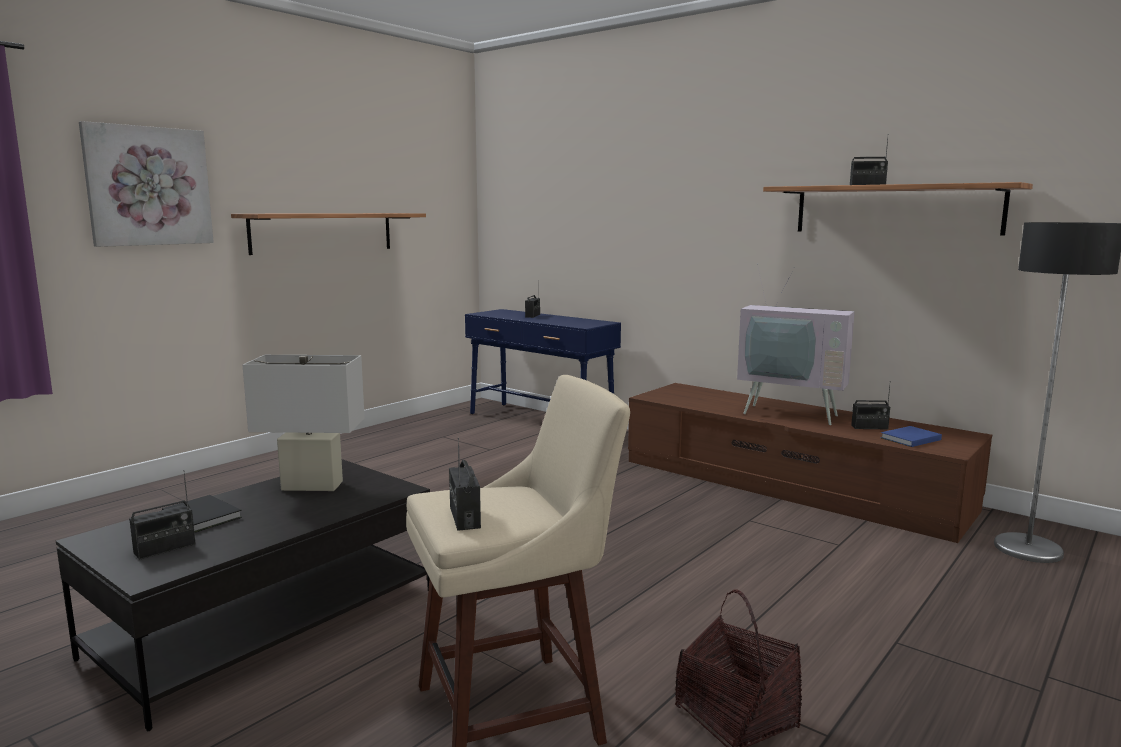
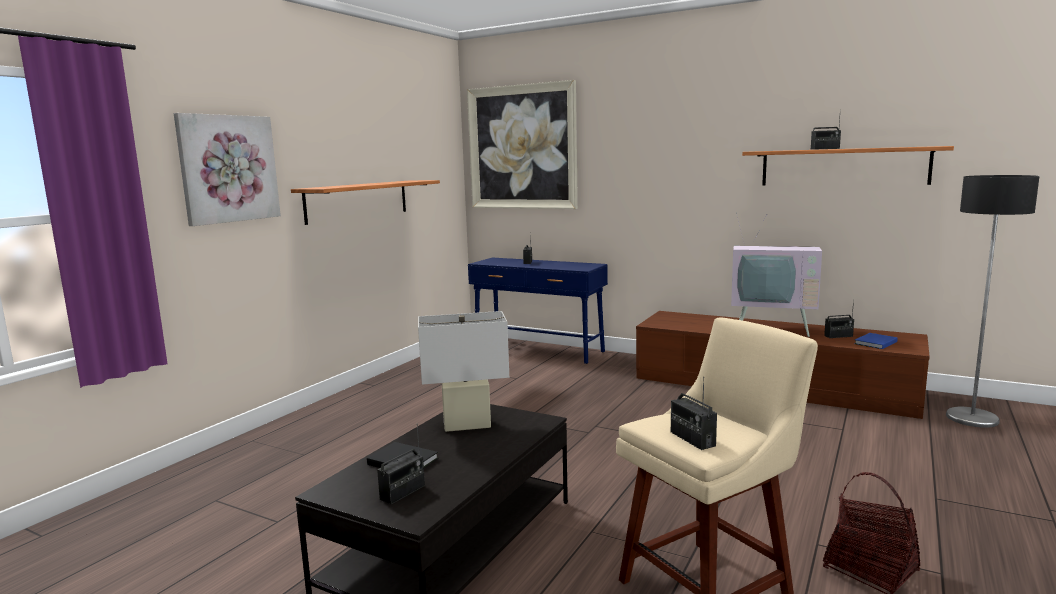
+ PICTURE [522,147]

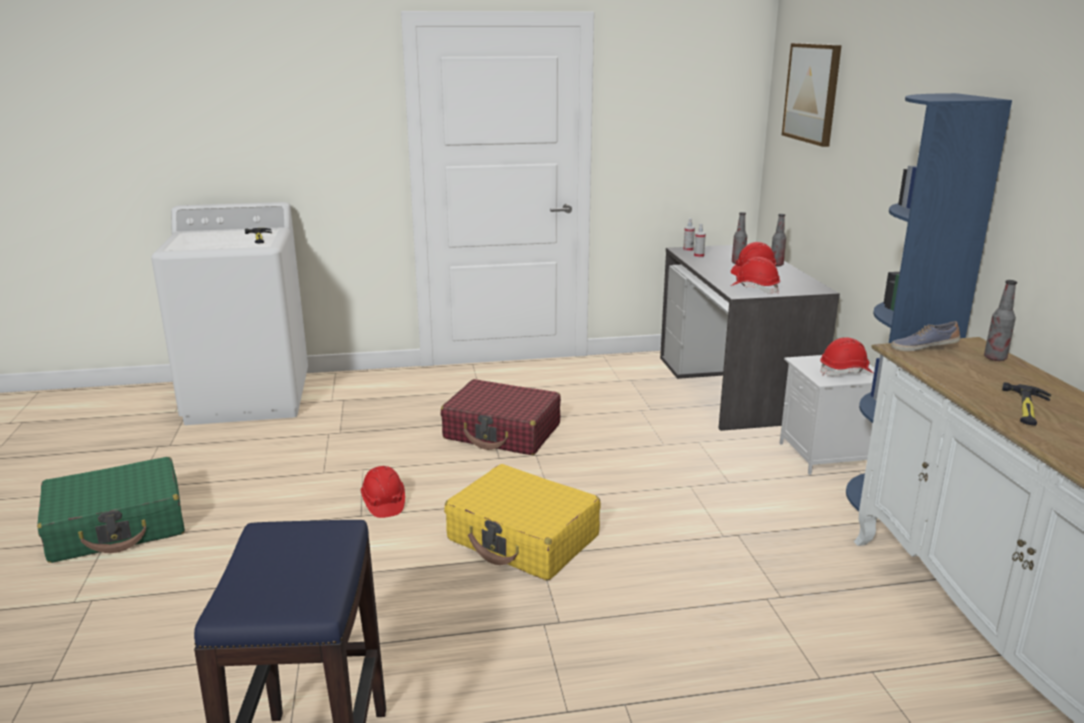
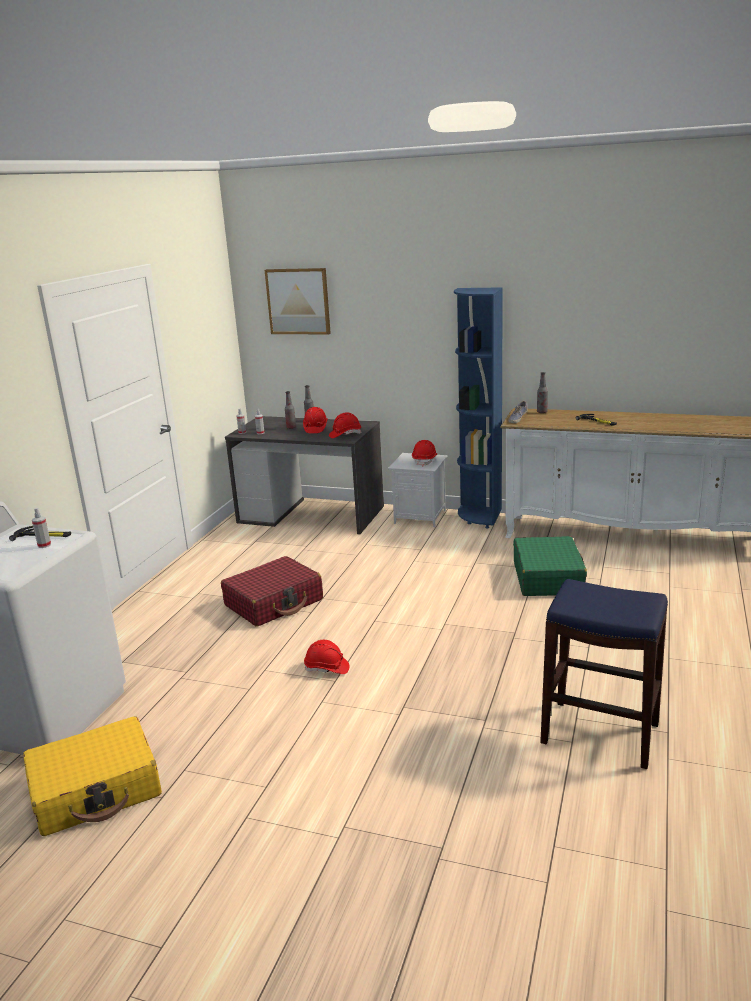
+ SPRAY BOTTLE [44,545]
~ GREEN SUITCASE [118,526] to [548,578]
~ YELLOW SUITCASE [523,538] to [96,790]

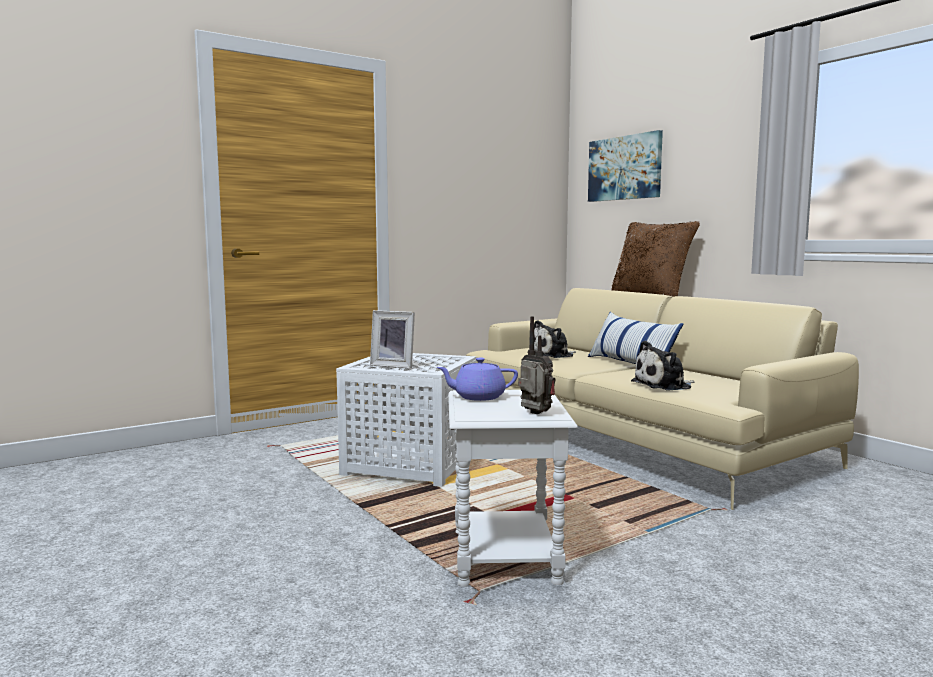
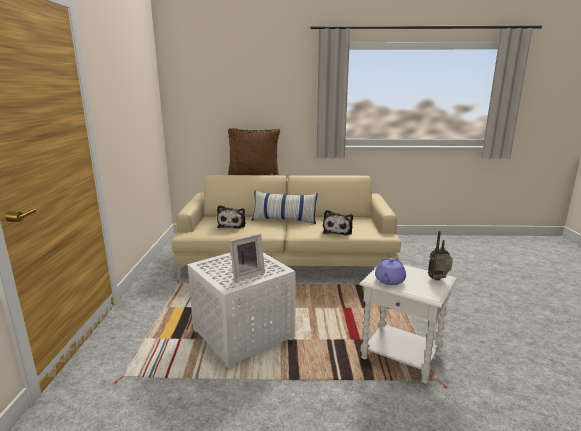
- PICTURE [624,168]

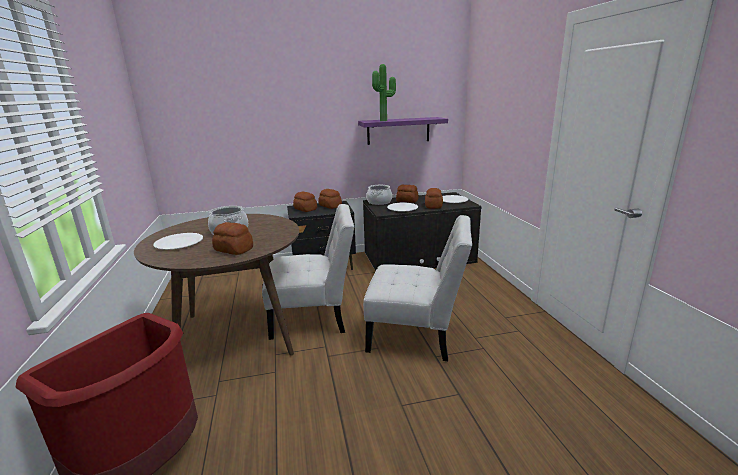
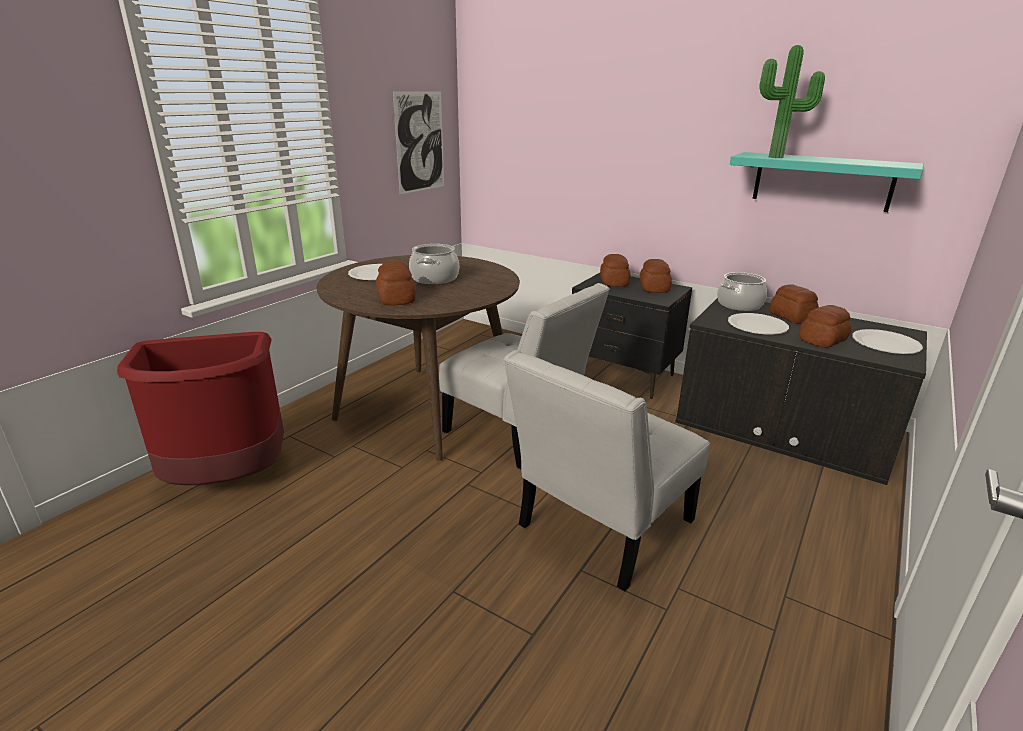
+ PICTURE [420,142]
~ PURPLE-COLOURED WALL SHELF [398,131] to BLUE-GREEN WALL SHELF [822,181]
~ WHITE UPRIGHT CHAIR [417,335] = [600,528] 75 degrees clockwise

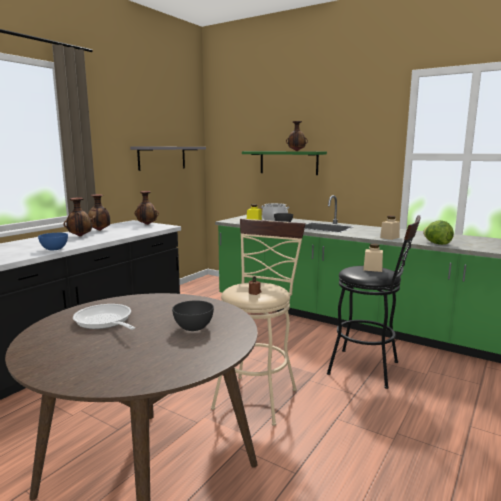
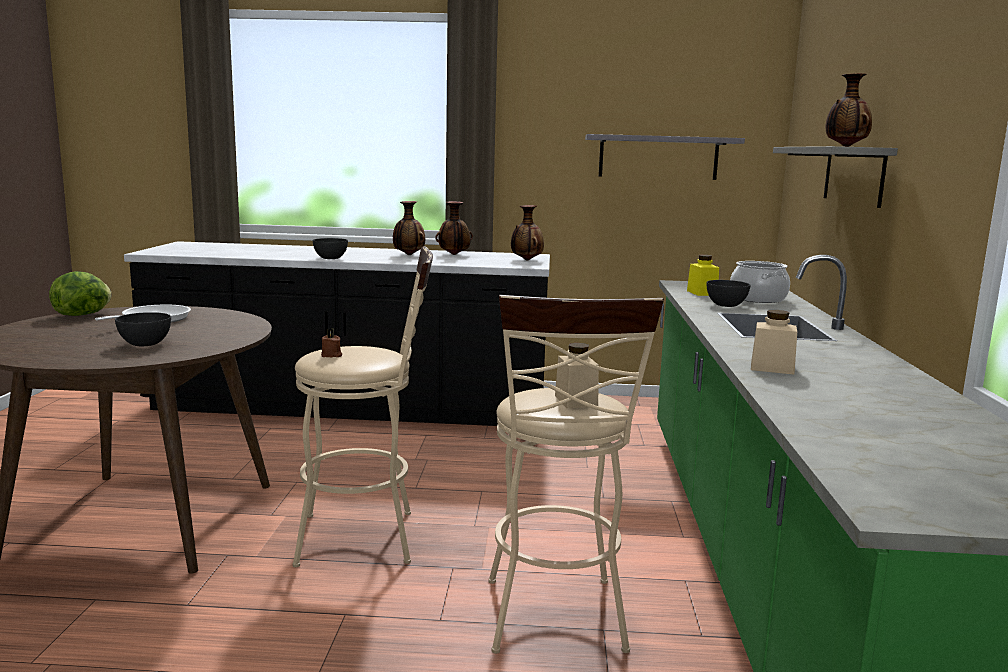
~ HEAD OF LETTUCE [437,244] to [83,315]
~ BLUE DEEP DISH [54,249] to GREYISH DEEP DISH [330,258]
~ GREEN WALL SHELF [288,162] to GREYISH WALL SHELF [853,175]
~ BLACKISH STOOL [370,369] to SAND-COLOURED STOOL [556,622]

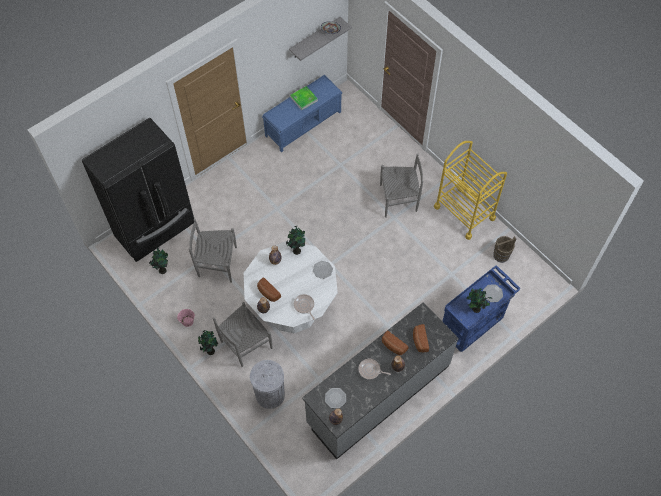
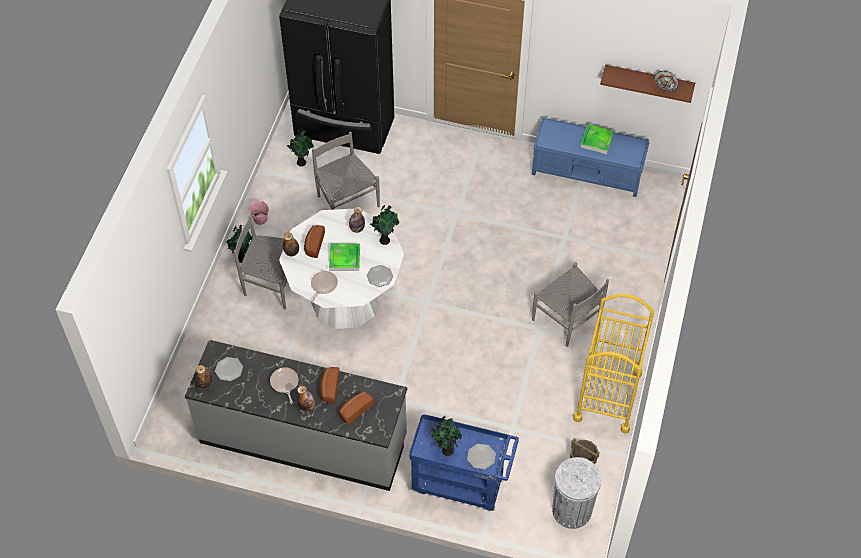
+ SERVING TRAY [344,258]
~ GREYISH TRASH CAN [270,395] to [572,510]
~ GREYISH WALL SHELF [314,38] to BROWNISH WALL SHELF [648,81]

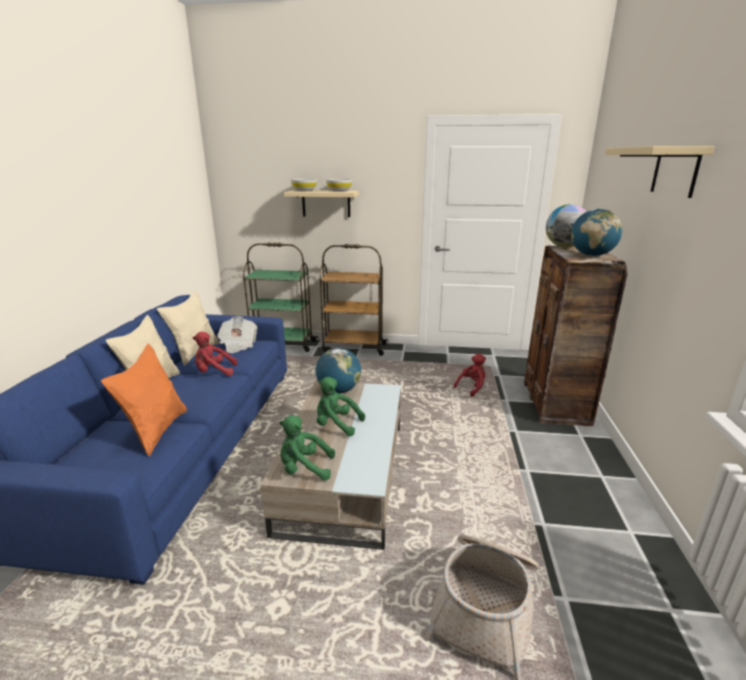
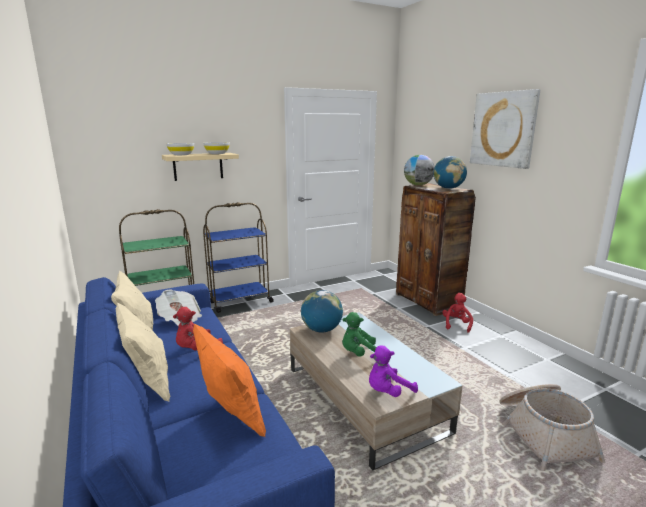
~ REDDISH CUDDLY TOY [472,387] to [456,325]
~ SAND-COLOURED WALL SHELF [675,171] to PICTURE [503,129]
~ GREEN CUDDLY TOY [304,468] to PURPLE-COLOURED CUDDLY TOY [388,392]
~ BROWNISH WHEELED CART [353,348] to BLUE WHEELED CART [240,302]

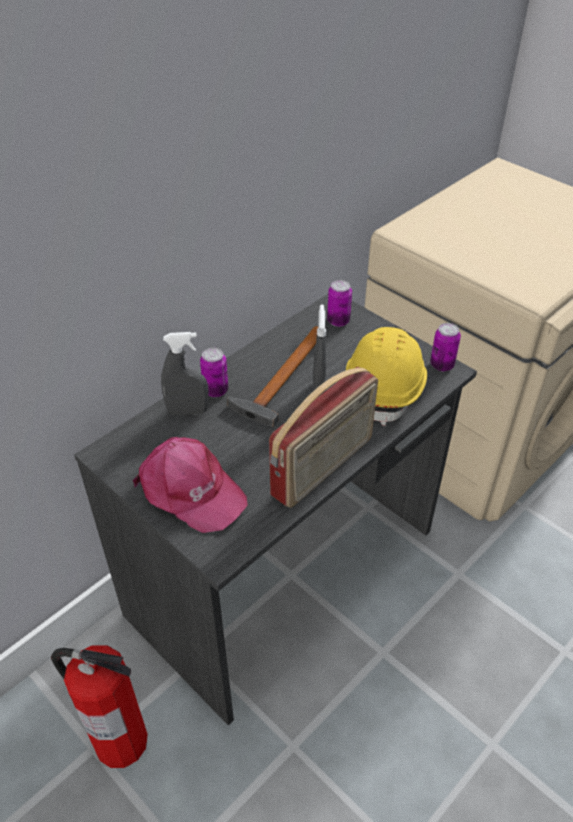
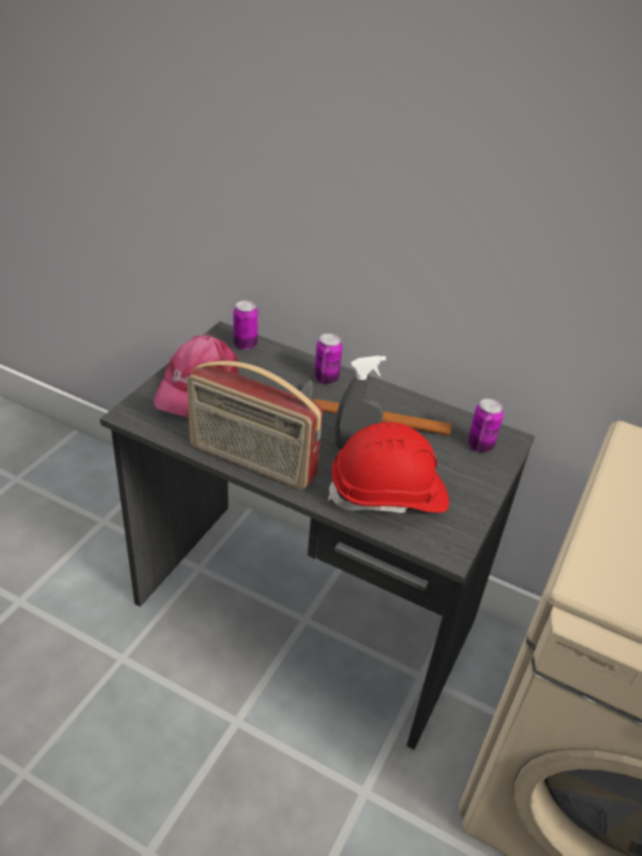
- EXTINGUISHER [120,741]
- GREYISH SPRAY BOTTLE [188,411]
~ METAL CAN [442,365] to [245,344]
~ YELLOW WORK HELMET [385,387] to REDDISH WORK HELMET [388,495]

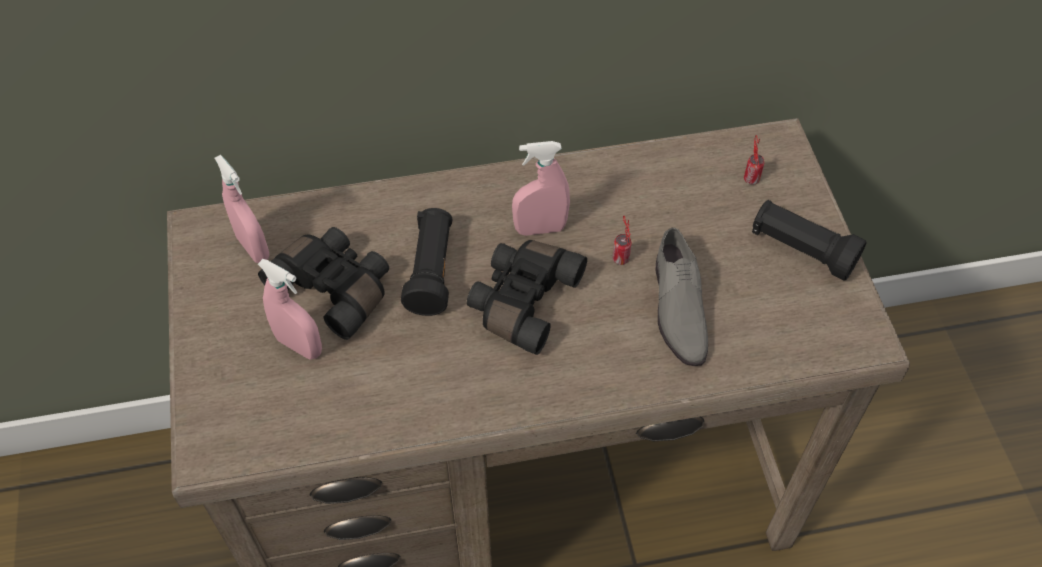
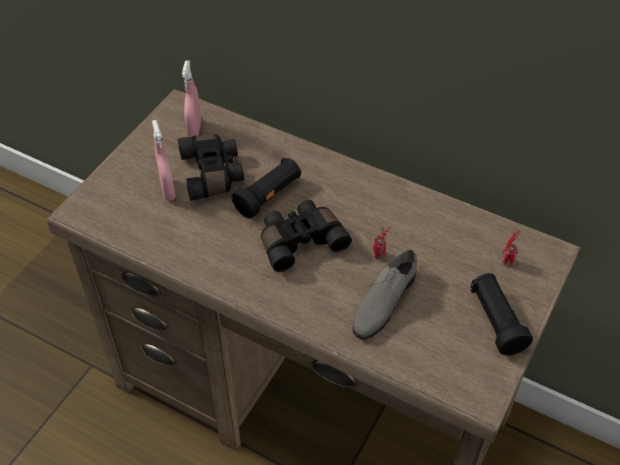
- PINKISH SPRAY BOTTLE [540,229]

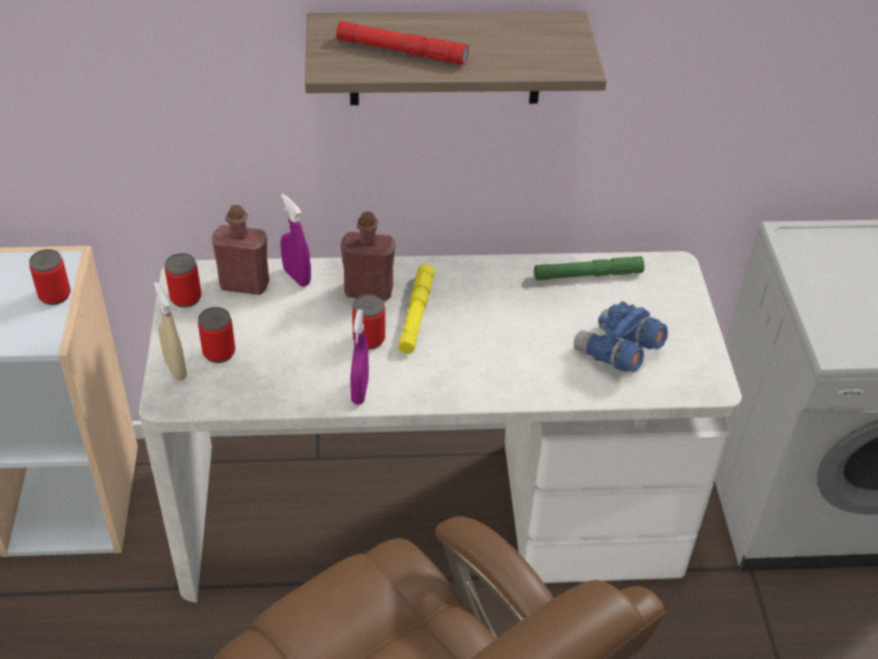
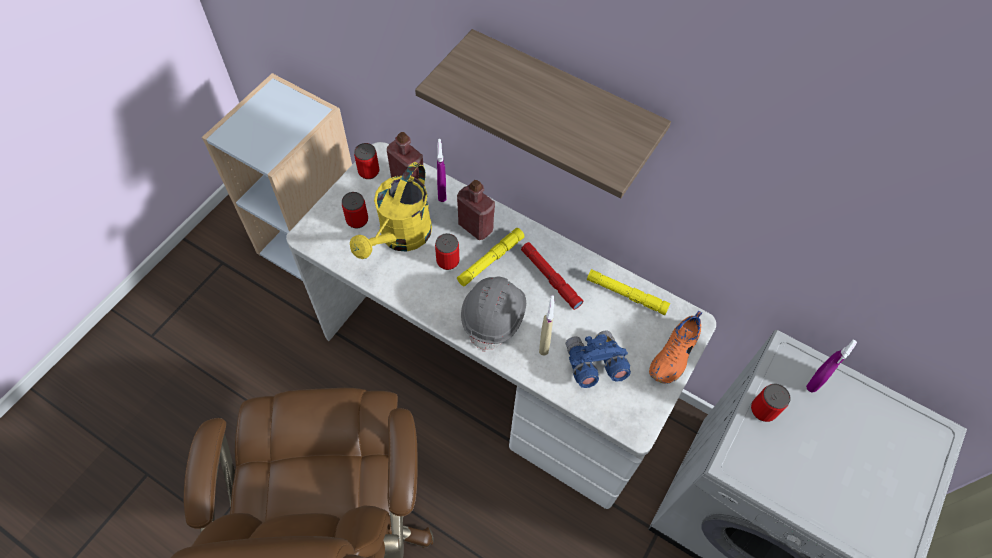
+ YELLOW WATERING CAN [400,238]
+ GREYISH WORK HELMET [494,316]
+ ORANGE-COLOURED SHOE [675,355]
~ METAL CAN [55,295] to [763,410]
~ SAND-COLOURED SPRAY BOTTLE [175,368] to [544,343]
~ REDDISH HAND TORCH [401,51] to [550,278]
~ PURPLE-COLOURED SPRAY BOTTLE [360,391] to [815,381]
~ GREEN HAND TORCH [588,274] to YELLOW HAND TORCH [626,294]

